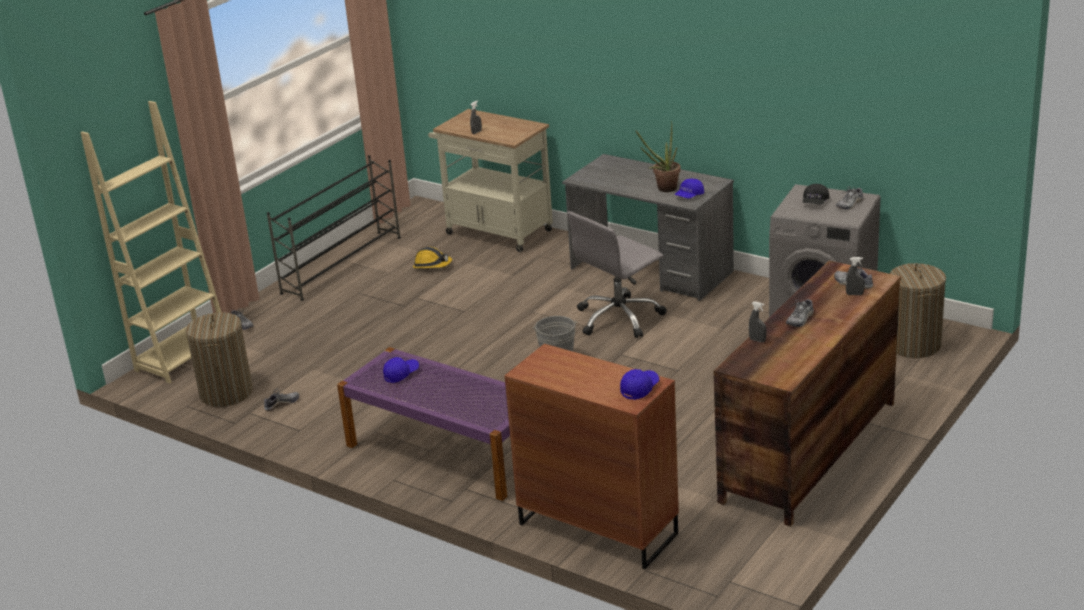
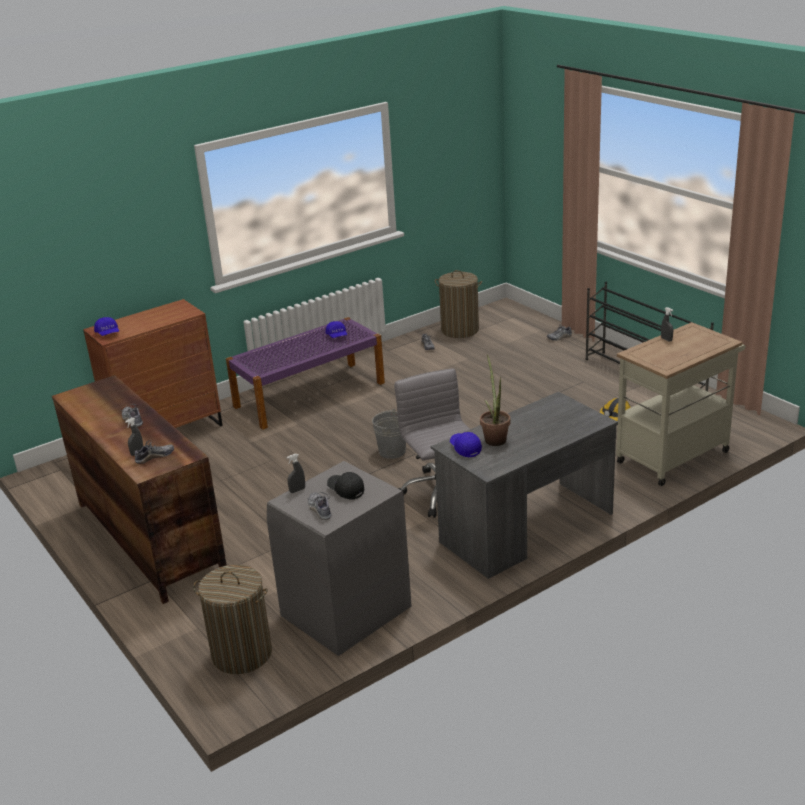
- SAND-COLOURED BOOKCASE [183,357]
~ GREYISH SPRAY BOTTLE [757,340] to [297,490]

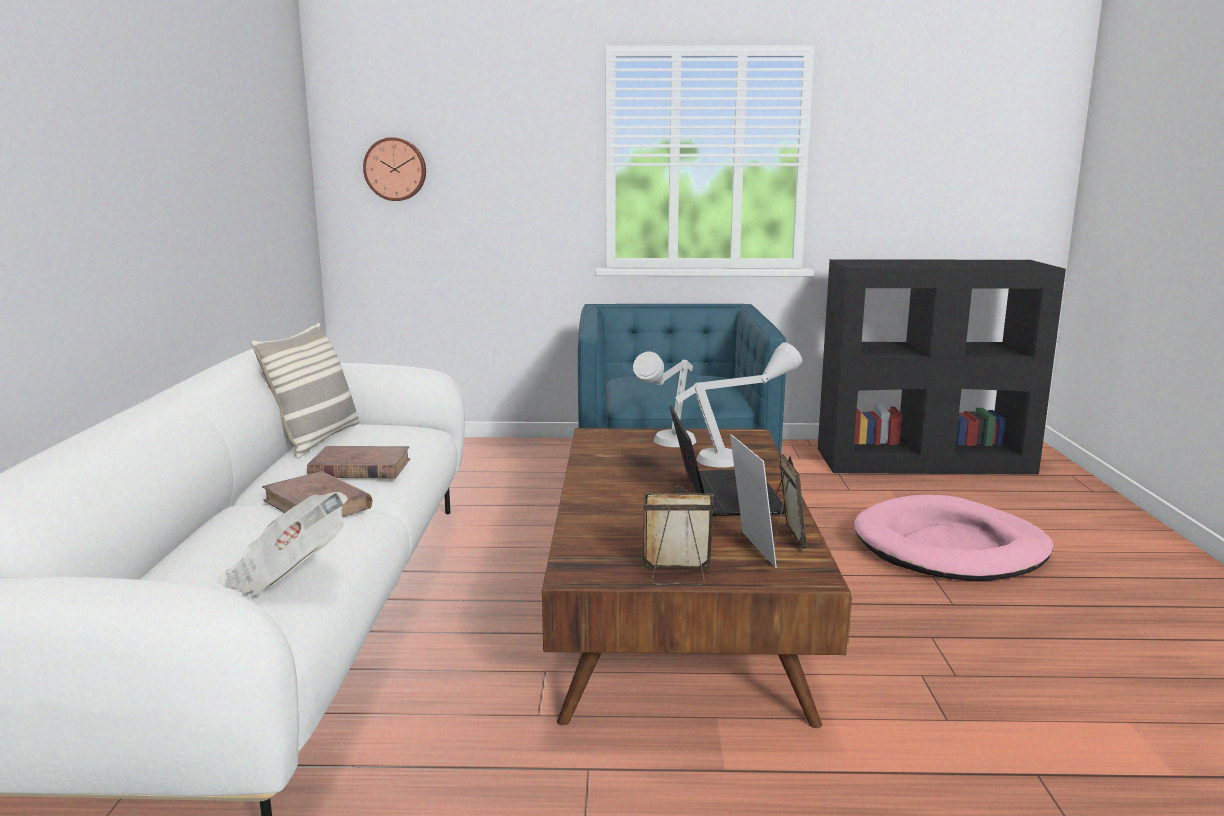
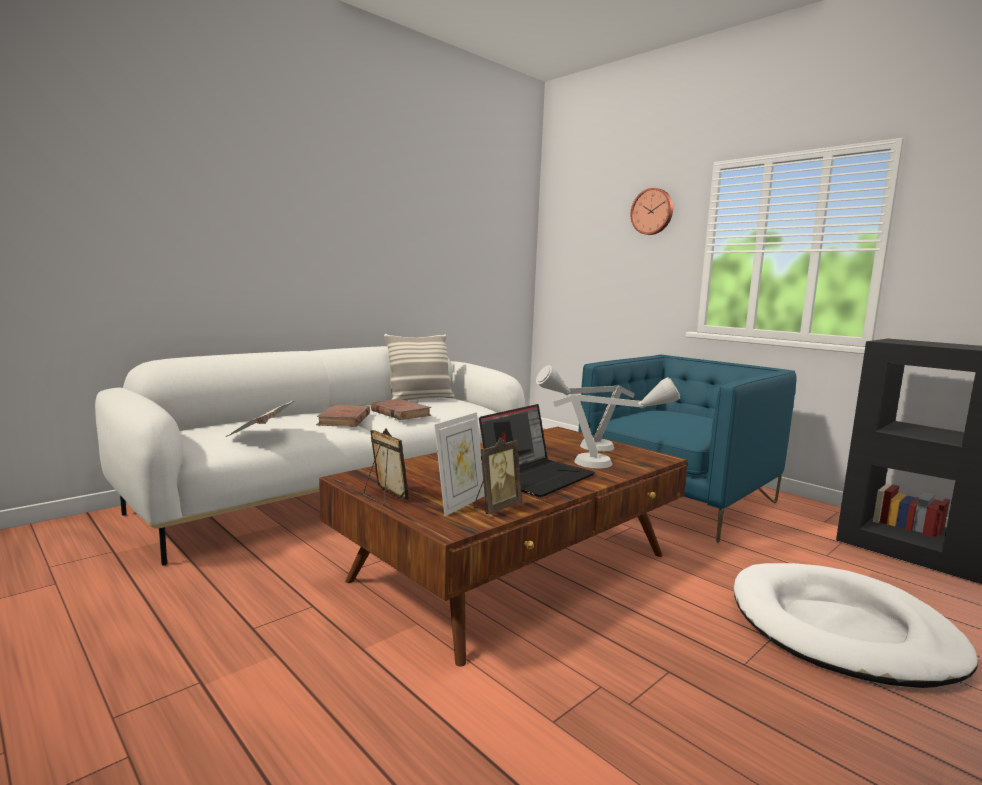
~ WALL CLOCK [395,169] to [652,211]
~ PINKISH PET BED [950,547] to WHITE PET BED [842,630]

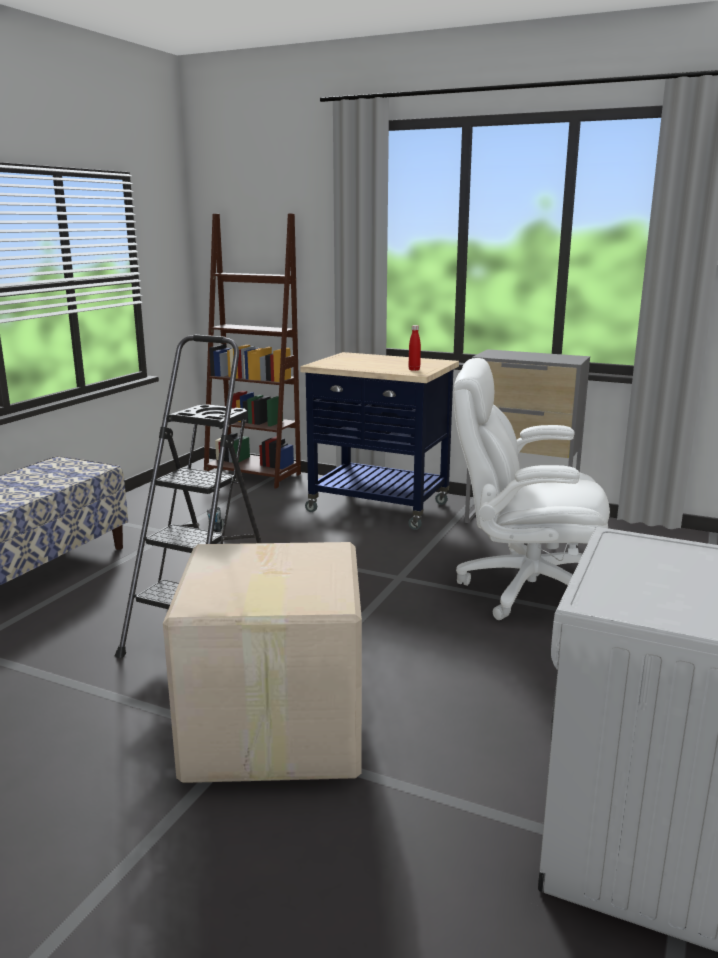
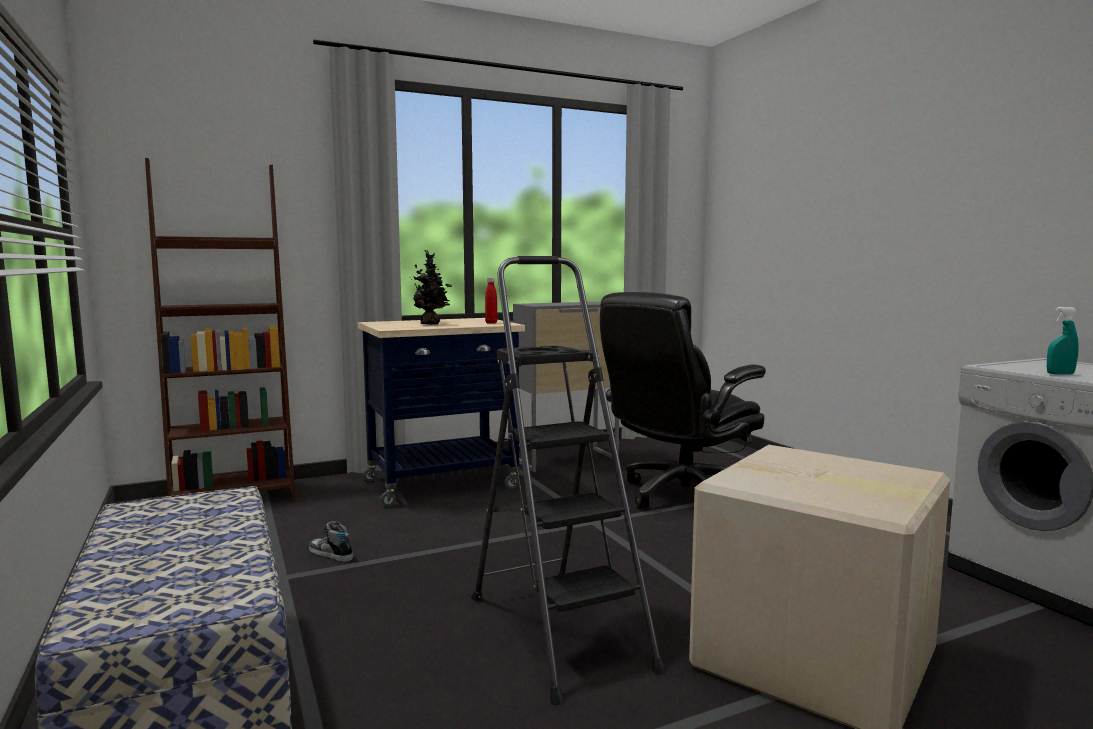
+ HOUSEPLANT [432,324]
+ BLUE-GREEN SPRAY BOTTLE [1060,374]
~ WHITE OFFICE CHAIR [522,589] to BLACKISH OFFICE CHAIR [678,496]

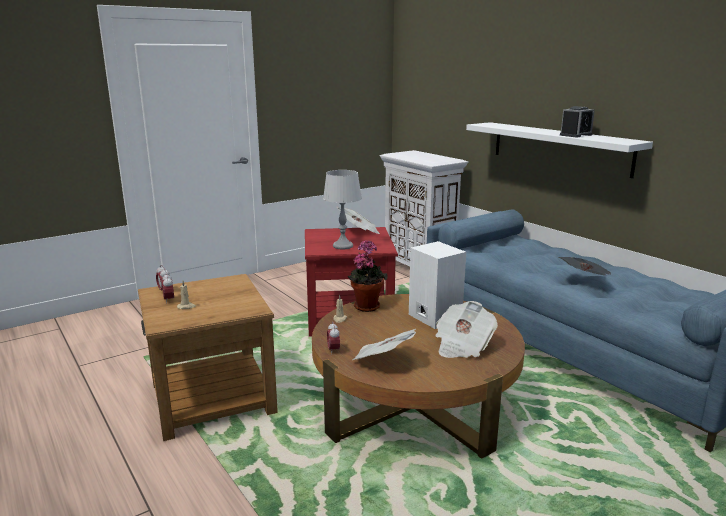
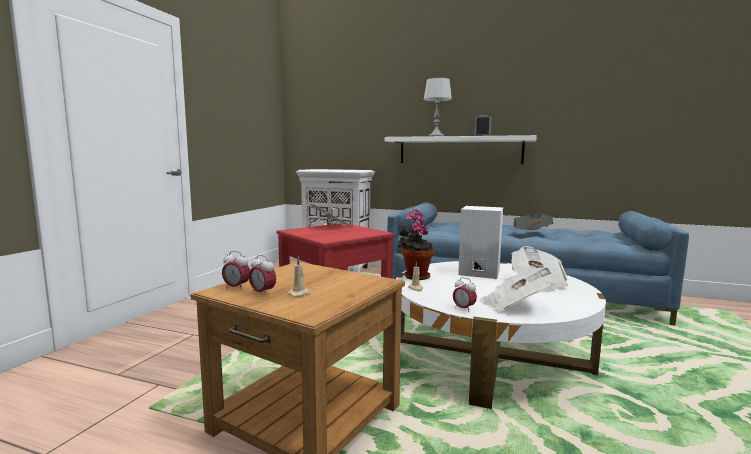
~ GREYISH TABLE LAMP [343,246] to [436,136]
~ BROWNISH LOW TABLE [414,403] to WHITE LOW TABLE [489,355]

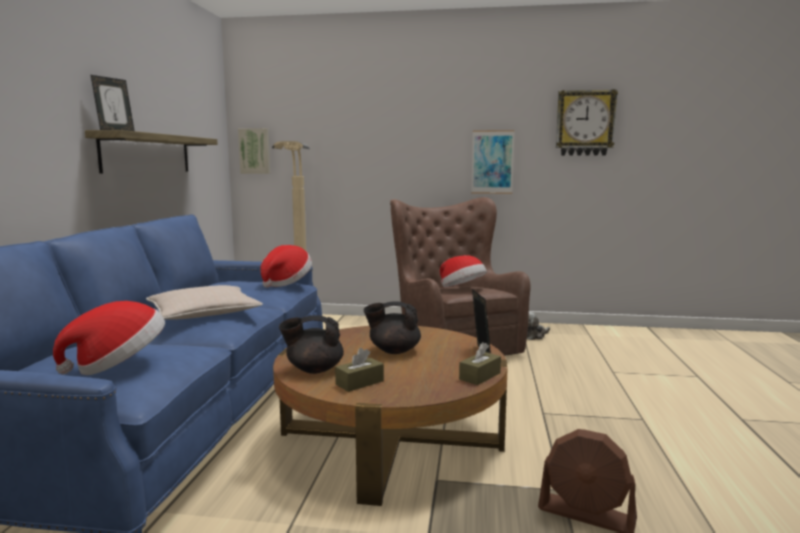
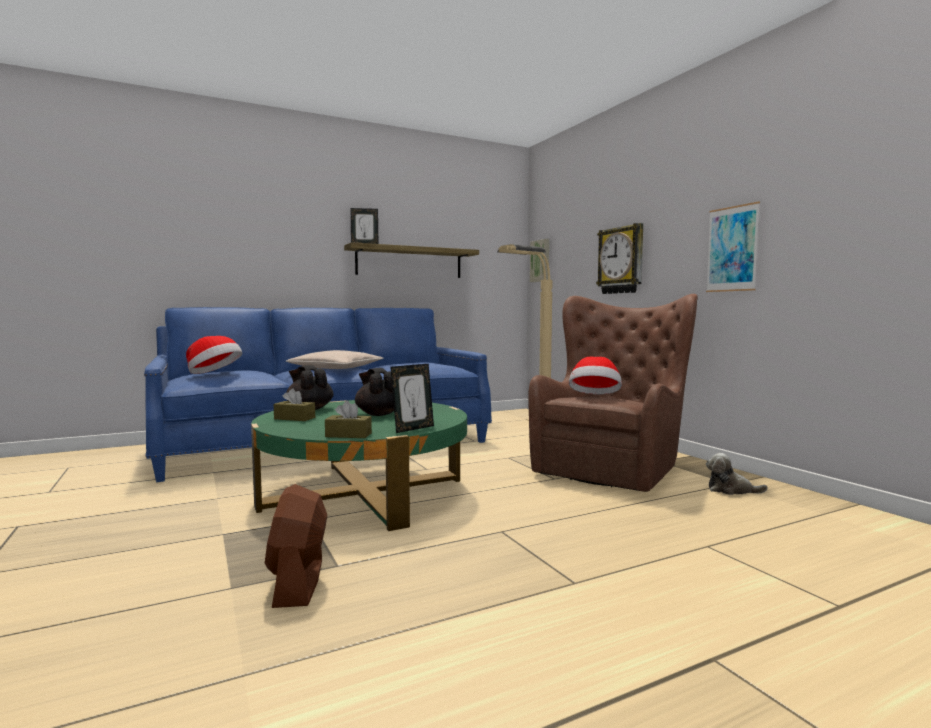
- WEARABLE HAT [286,283]
~ WALL CLOCK [585,123] to [621,260]
~ BROWNISH LOW TABLE [391,438] to GREEN LOW TABLE [364,493]

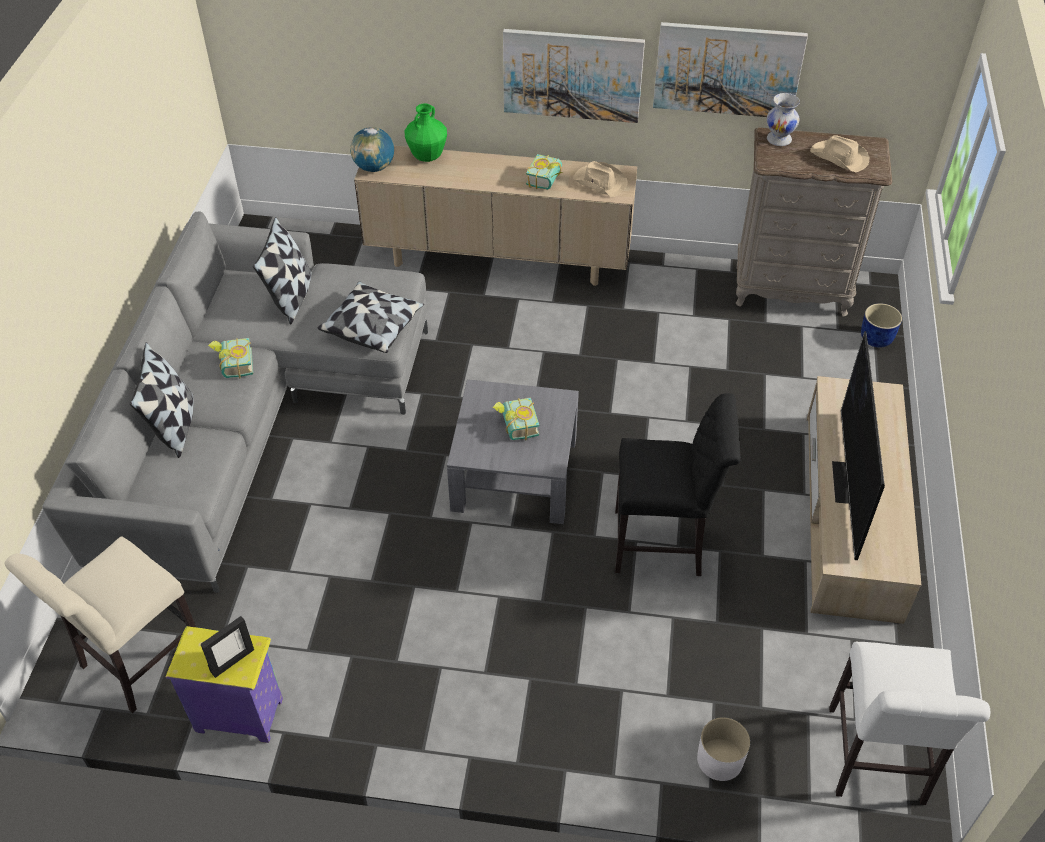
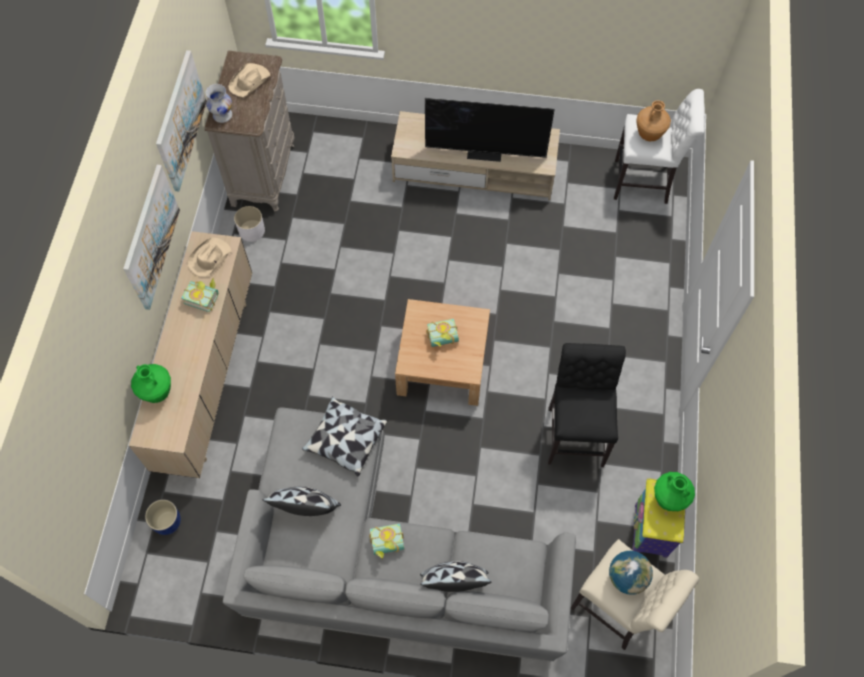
+ BROWNISH FLOWER VASE [649,135]
~ DESK GLOBE [374,167] to [627,577]
~ BLACKISH STOOL [664,544] to [576,432]
~ WHITE PLANTER [720,760] to [252,230]
~ BLUE PLANTER [876,338] to [167,522]
~ PHOTO FRAME [232,661] to GREEN FLOWER VASE [668,499]
~ GREYISH LOW TABLE [514,473] to BROWNISH LOW TABLE [442,363]

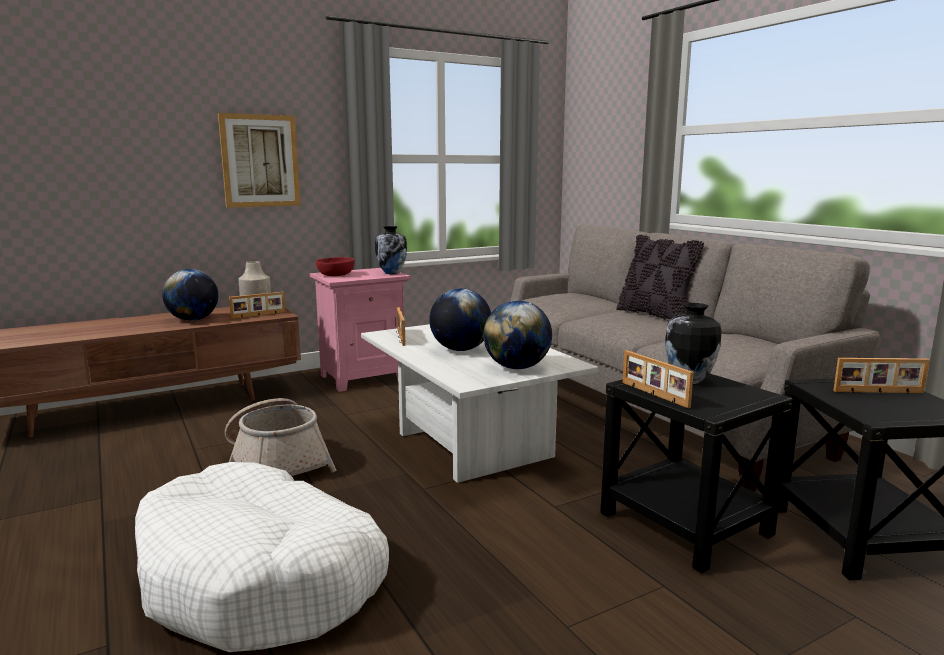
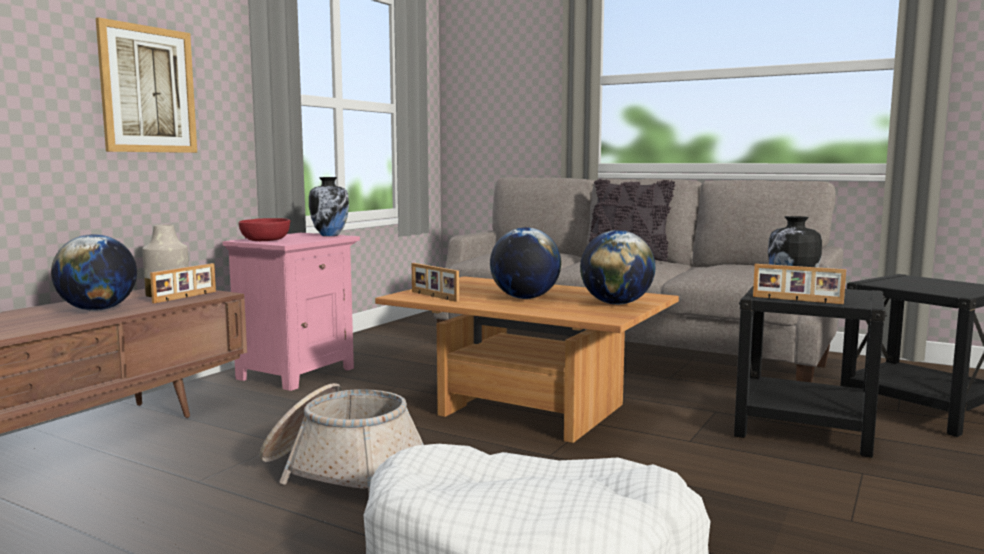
- PHOTO FRAME [879,392]
~ WHITE LOW TABLE [468,445] to BROWNISH LOW TABLE [527,411]

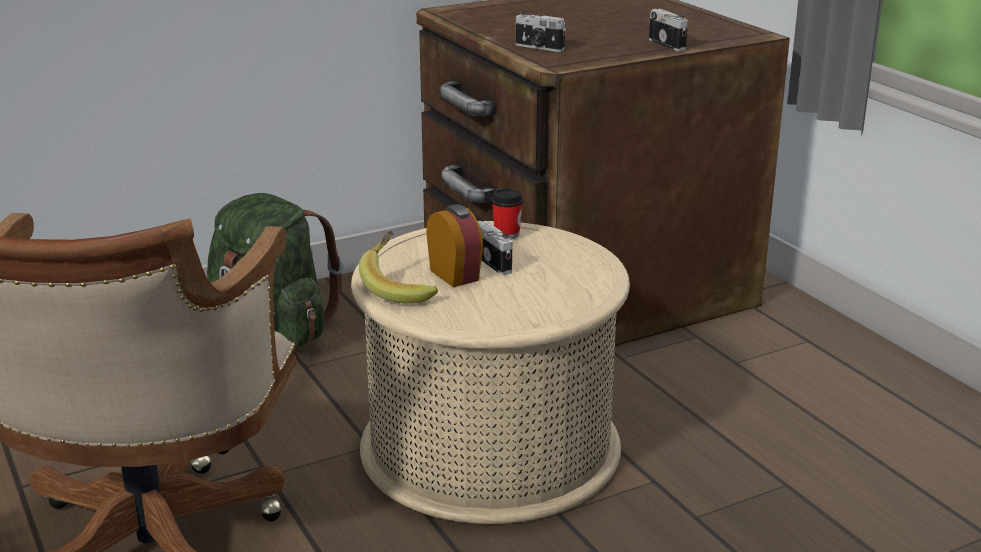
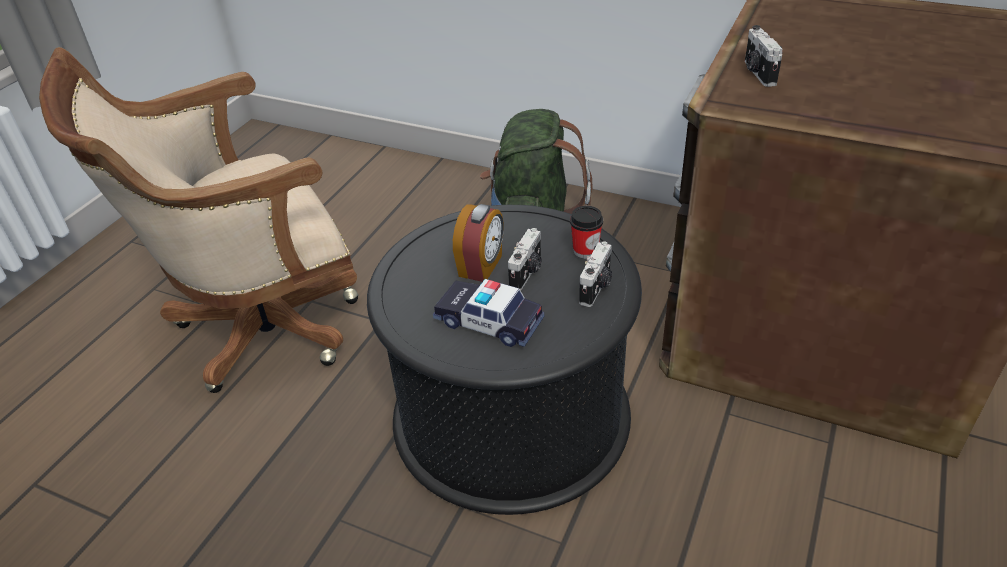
- BANANA [401,287]
+ TOY CAR [489,321]
~ PHOTO CAMERA [668,44] to [596,287]
~ SAND-COLOURED LOW TABLE [490,447] to BLACKISH LOW TABLE [511,414]

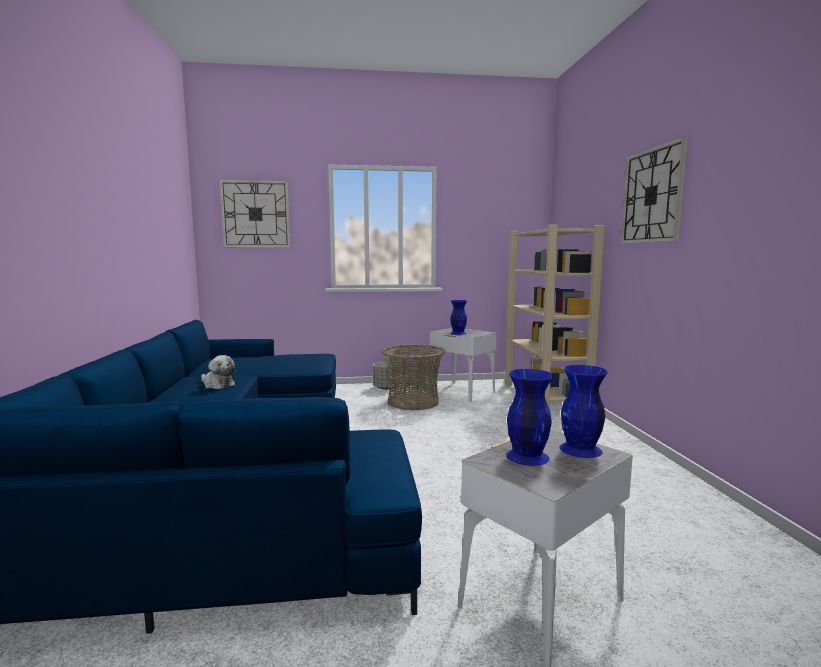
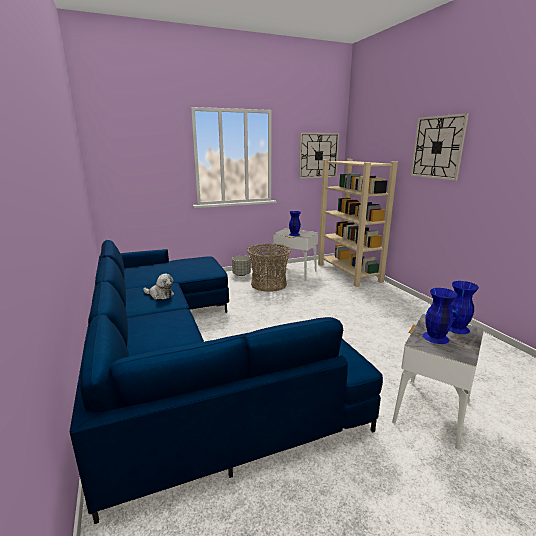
~ WALL CLOCK [255,214] to [318,155]

